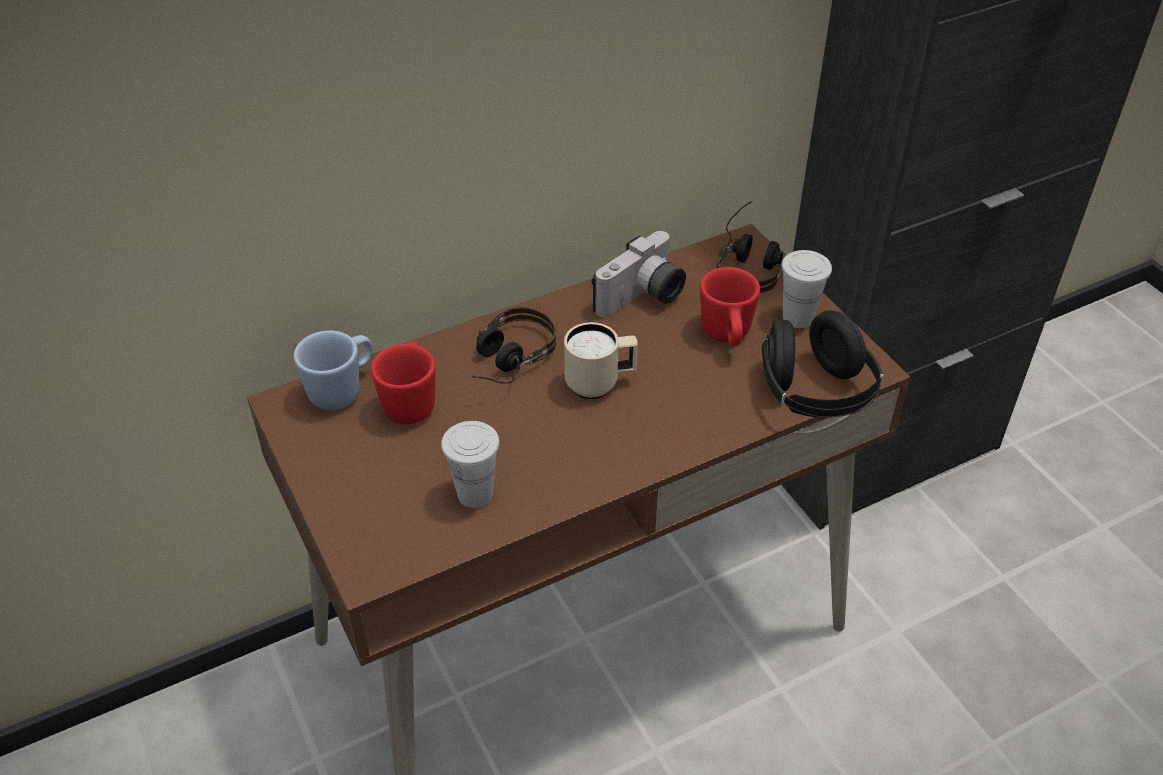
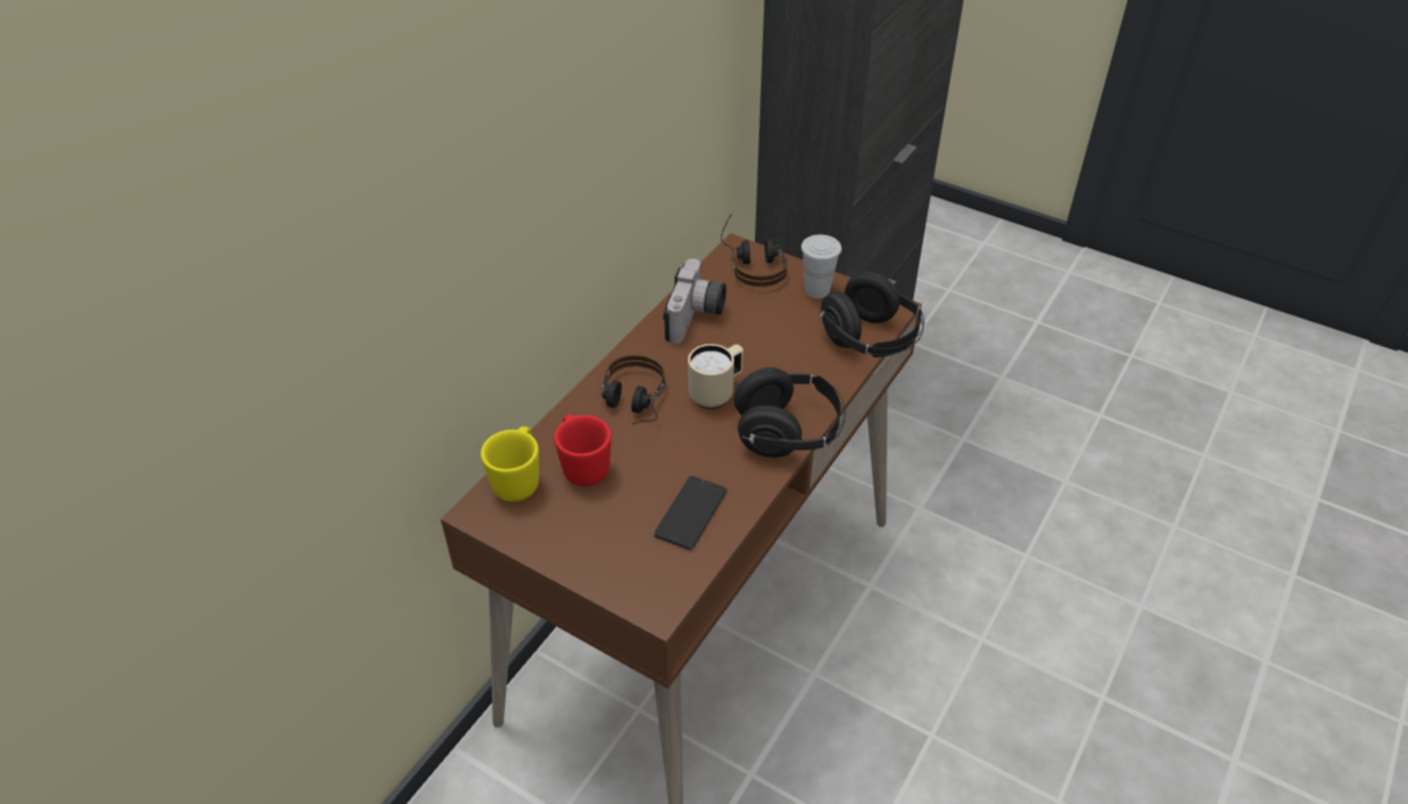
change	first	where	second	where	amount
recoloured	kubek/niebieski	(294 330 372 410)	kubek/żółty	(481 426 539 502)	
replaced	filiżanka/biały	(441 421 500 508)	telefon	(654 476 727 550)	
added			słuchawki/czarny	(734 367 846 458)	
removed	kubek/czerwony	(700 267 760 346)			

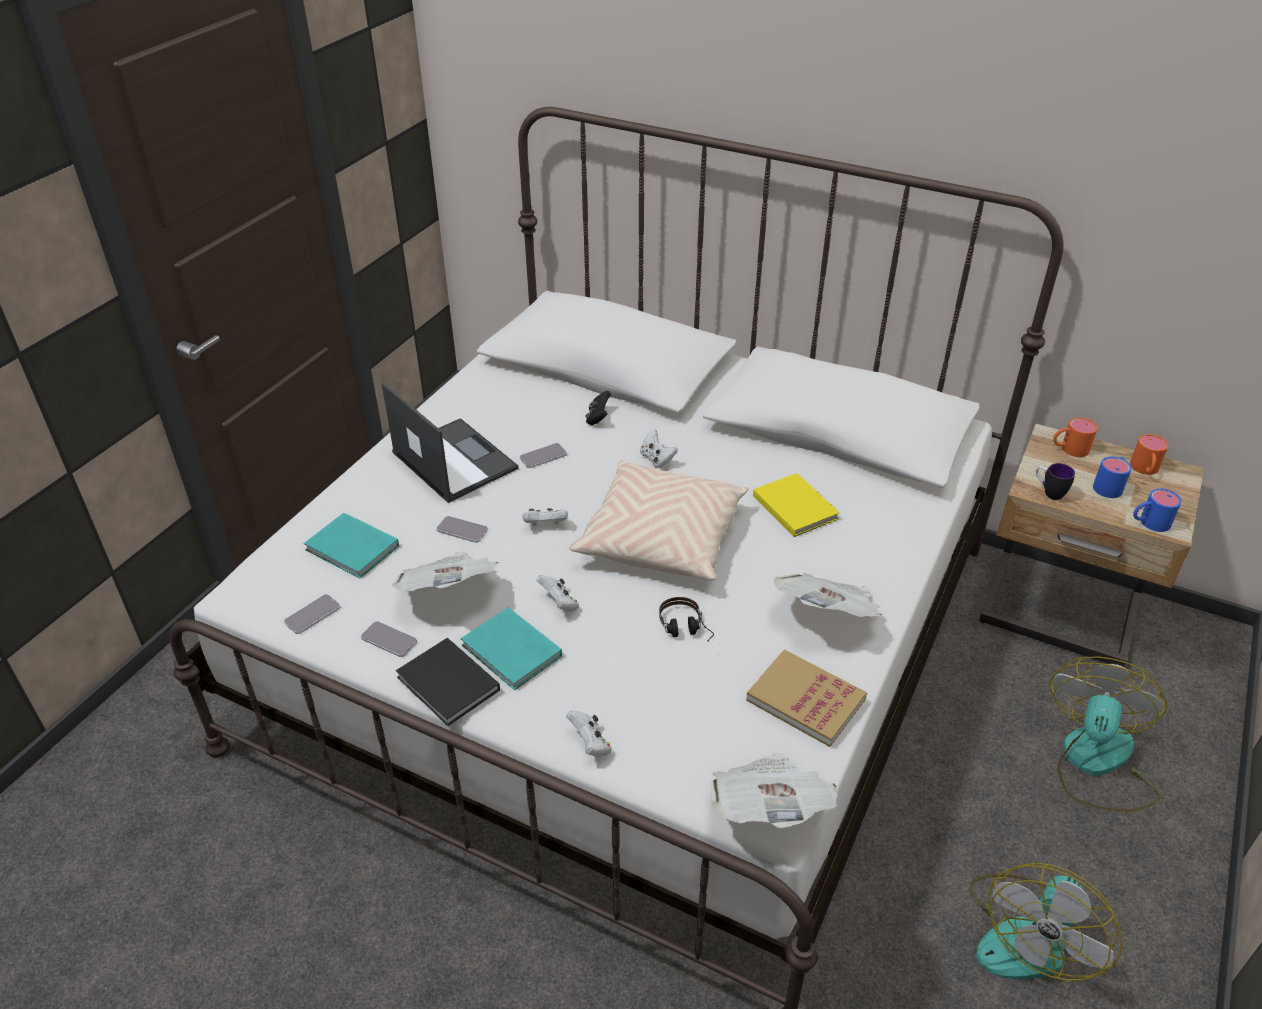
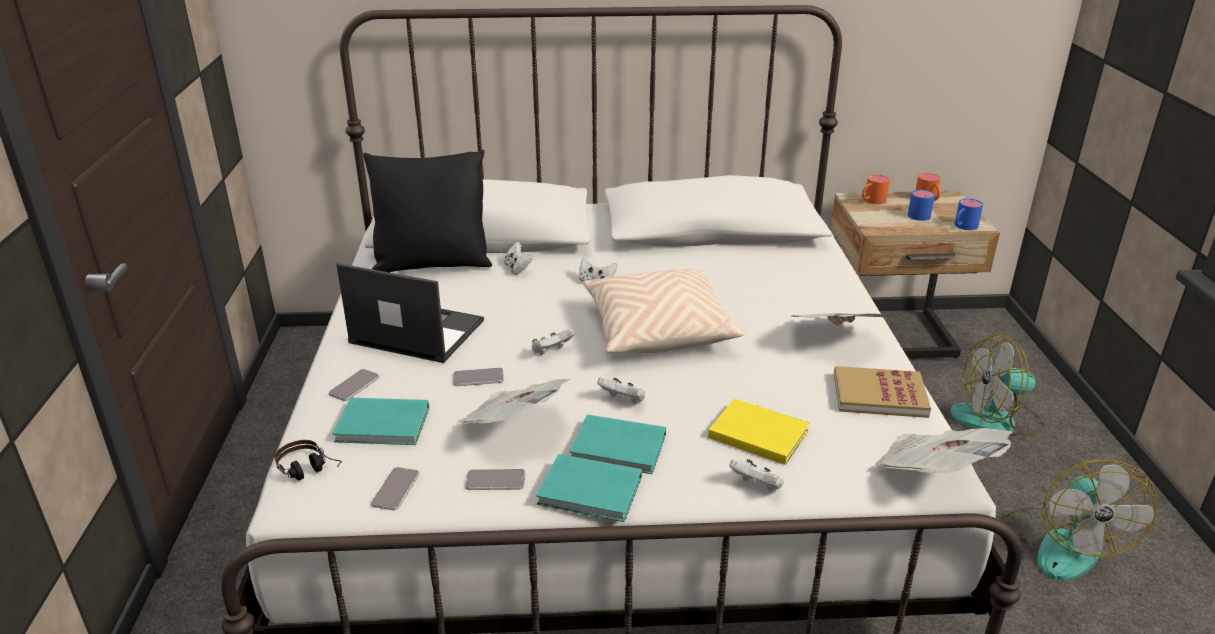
change	first	where	second	where	amount
moved	słuchawki	(659 597 714 641)		(275 440 342 480)	
moved	telefon	(520 443 567 468)		(329 369 379 401)	
added			poduszka/czarny	(363 150 492 273)	
recoloured	pad do gier/czarny	(585 391 611 425)	pad do gier/biały	(503 242 533 275)	
recoloured	książka/czarny	(396 638 500 726)	książka/turkusowy	(536 454 642 522)	
moved	książka/żółty	(753 473 840 537)		(708 398 809 465)	
turned	wentylator	(1049 657 1167 812)		(950 334 1045 436)	90 degrees counterclockwise
removed	kubek	(1036 463 1075 500)			

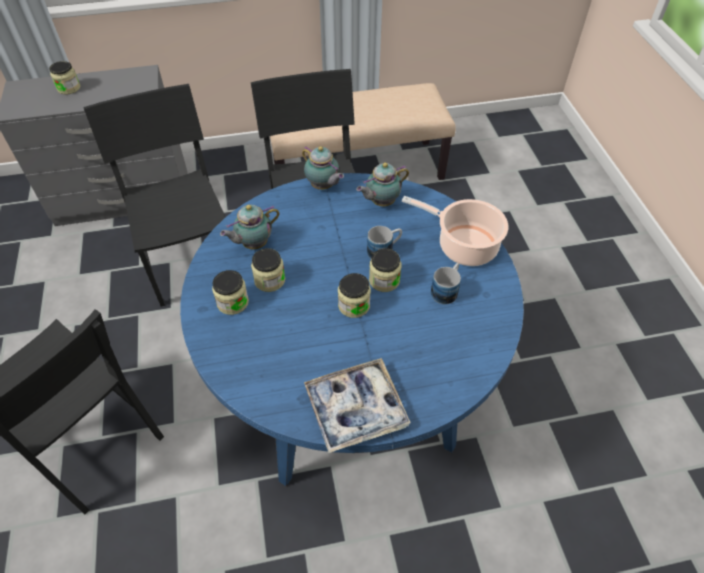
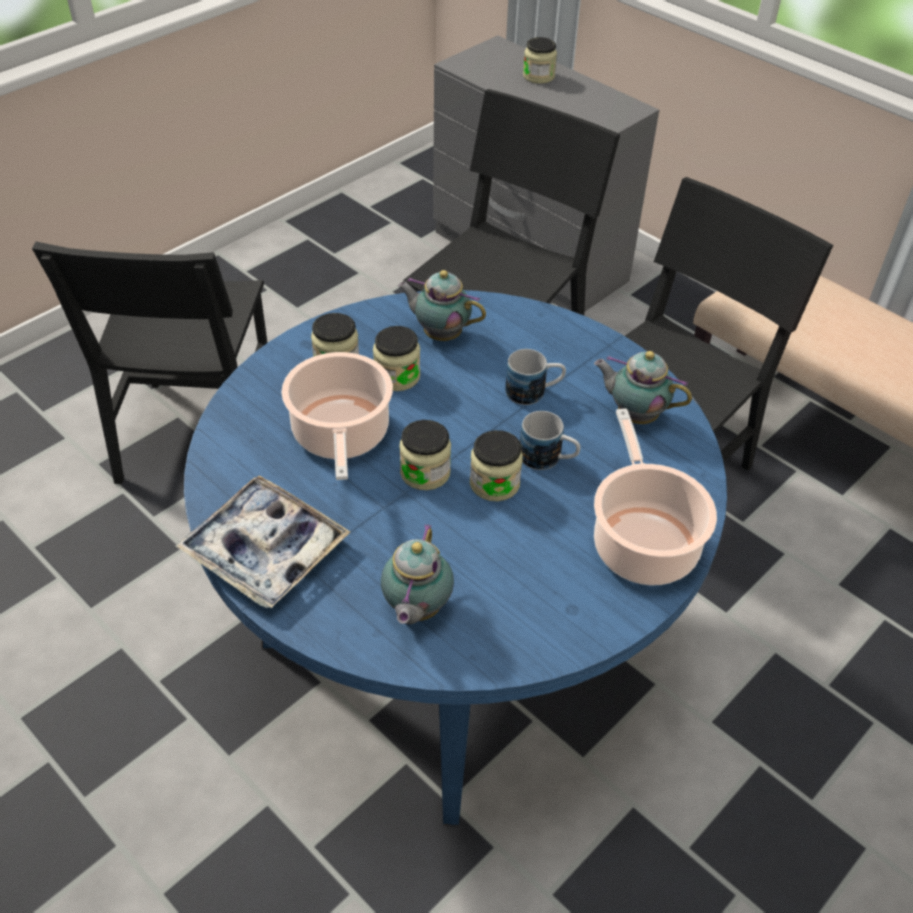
change	first	where	second	where	amount
added			garnek	(281 352 393 480)	
moved	imbryk	(302 146 344 190)		(381 524 454 624)	
moved	kubek	(431 263 461 304)		(505 349 566 405)	

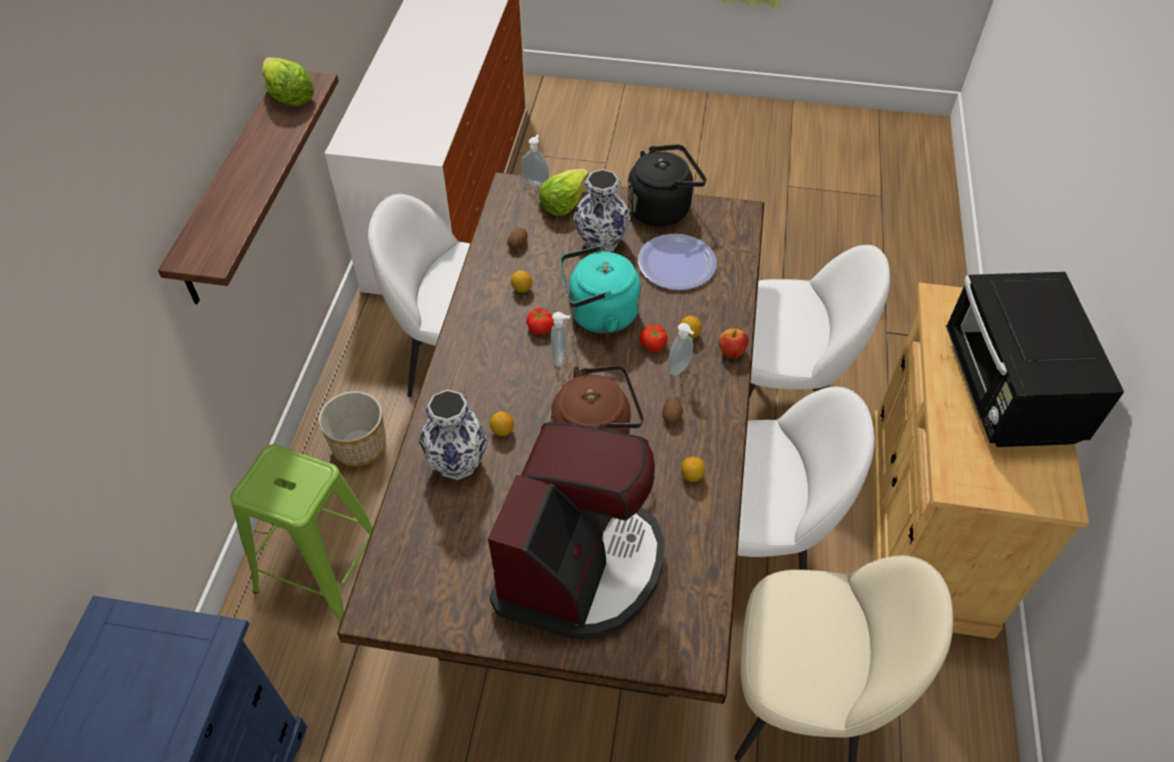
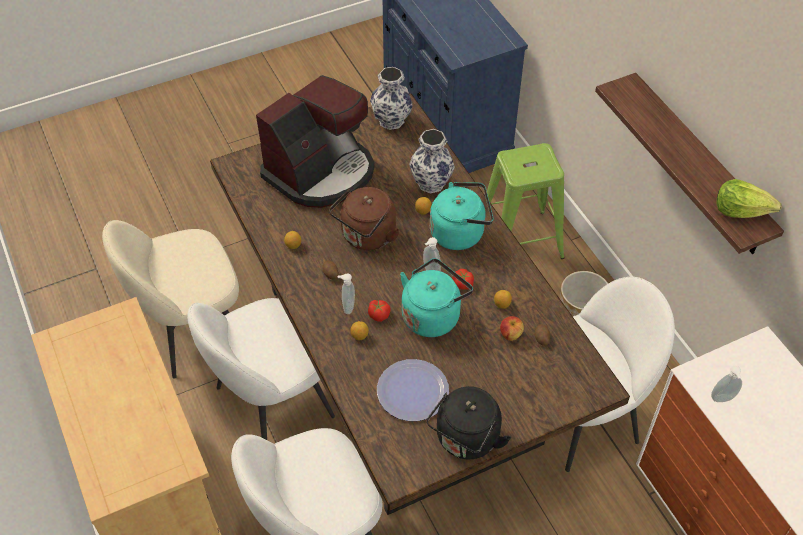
change	first	where	second	where	amount
turned	ekspres do kawy	(488 422 665 639)		(256 75 375 208)	120 degrees counterclockwise
moved	wazon	(573 169 631 252)		(370 67 413 130)	
added			czajnik/turkusowy	(430 182 493 250)	
moved	jabłko	(719 328 748 358)		(500 316 524 341)	
moved	dozownik mydła	(521 135 549 187)		(711 366 742 402)	
removed	sałata	(539 169 589 216)			
removed	mikrofalówka/czarny	(946 272 1124 447)			

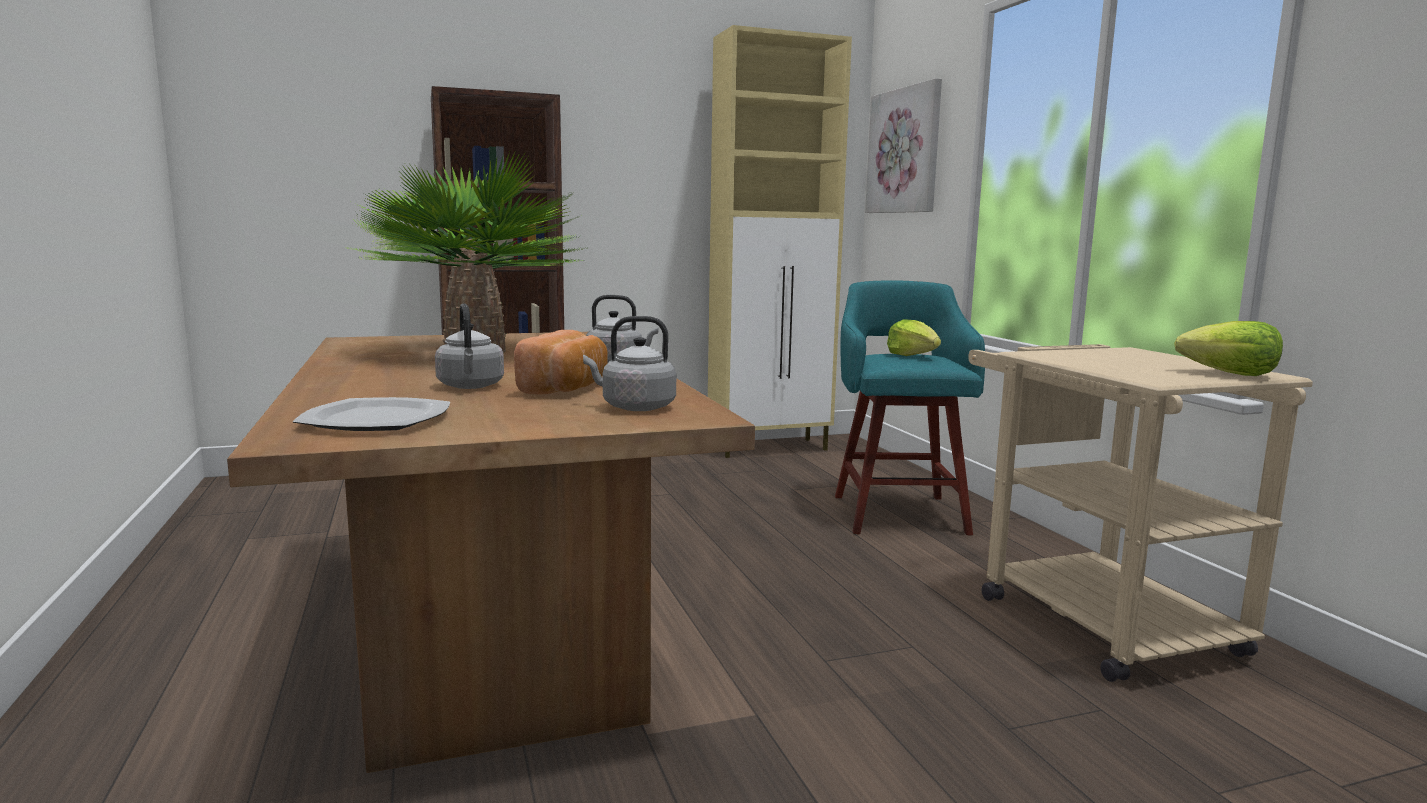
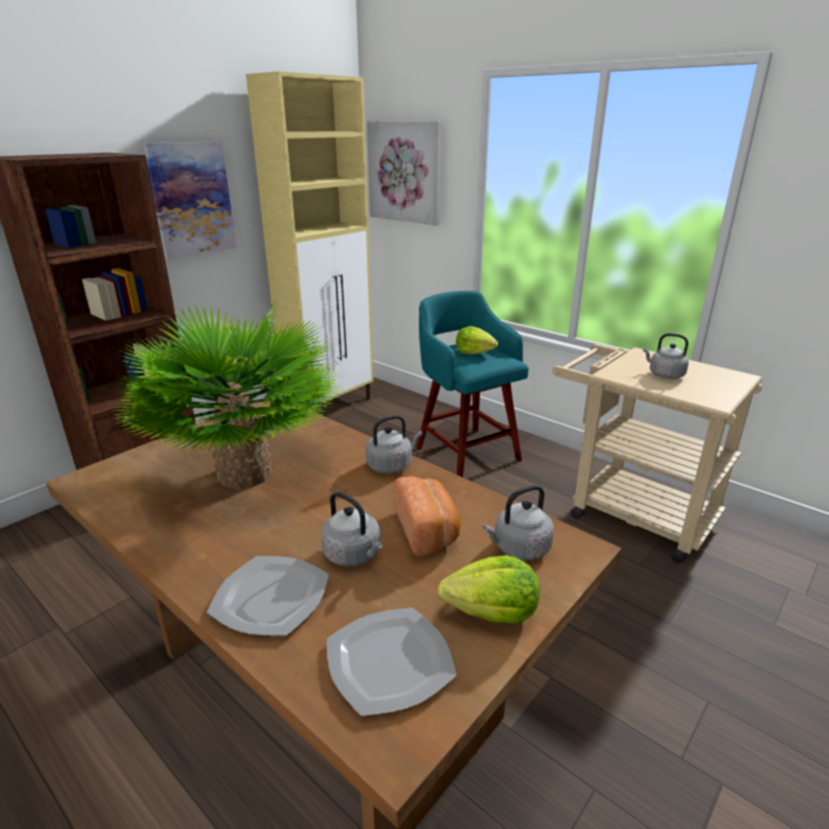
change	first	where	second	where	amount
added			obraz	(143 141 236 260)	
added			talerz	(207 556 329 636)	
moved	sałata	(1174 321 1283 376)		(437 555 540 624)	
added			czajnik/szary	(643 333 689 379)	

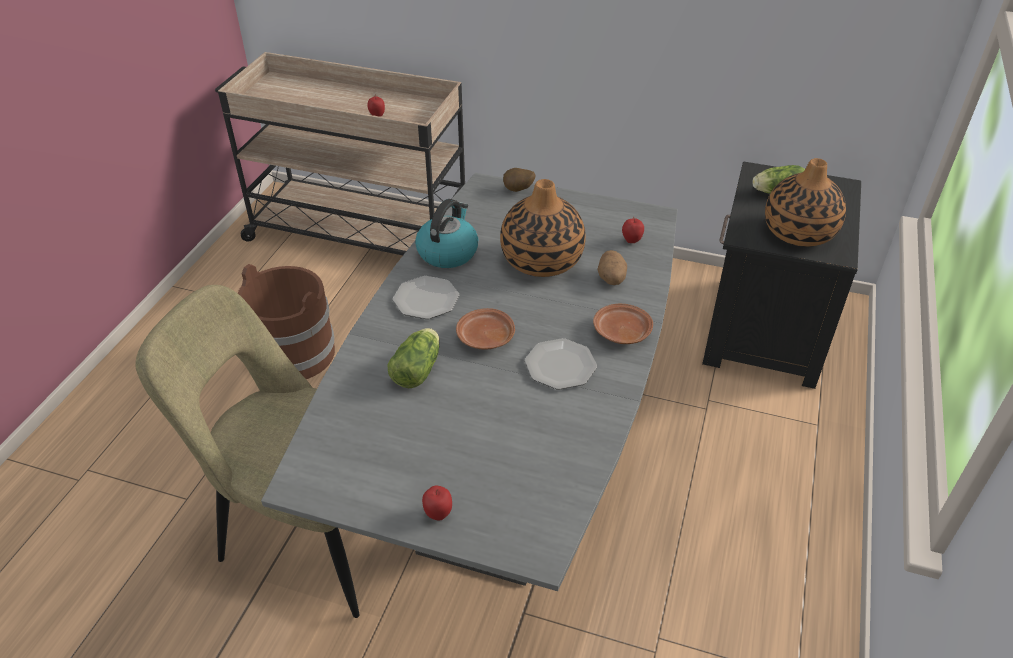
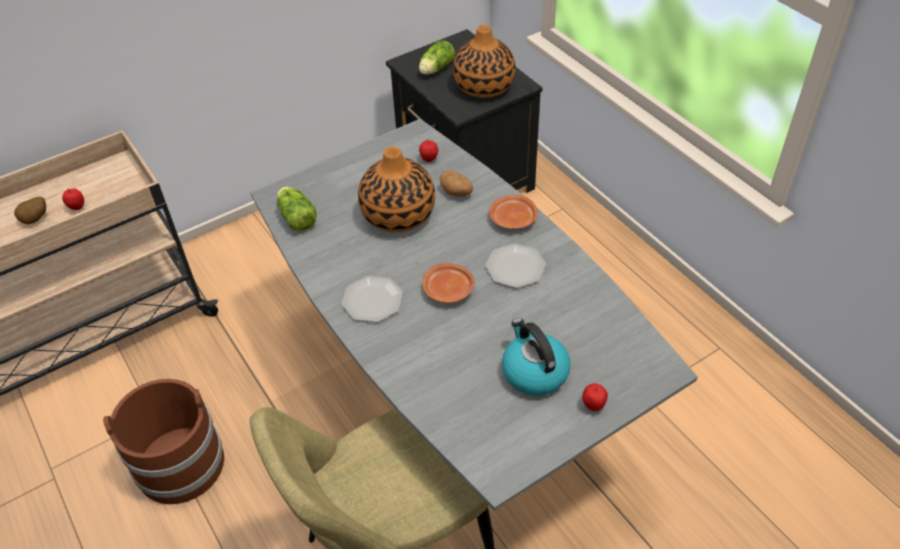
change	first	where	second	where	amount
moved	ziemniak	(503 168 535 192)		(14 197 46 224)	
moved	sałata	(388 328 439 388)		(277 187 317 232)	
moved	czajnik	(415 199 478 268)		(502 318 571 396)	

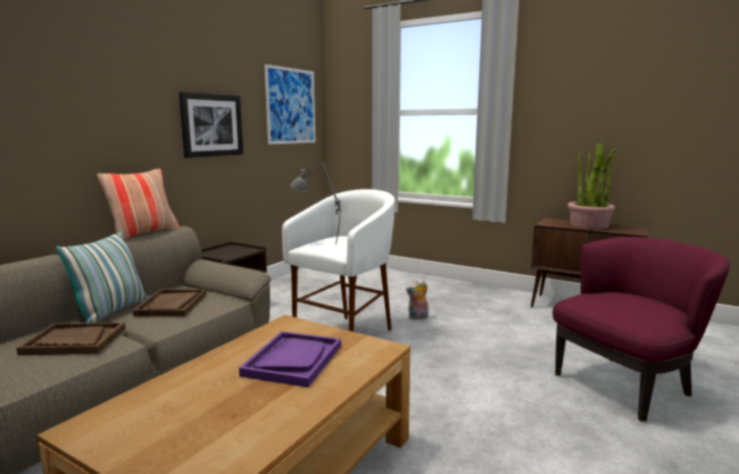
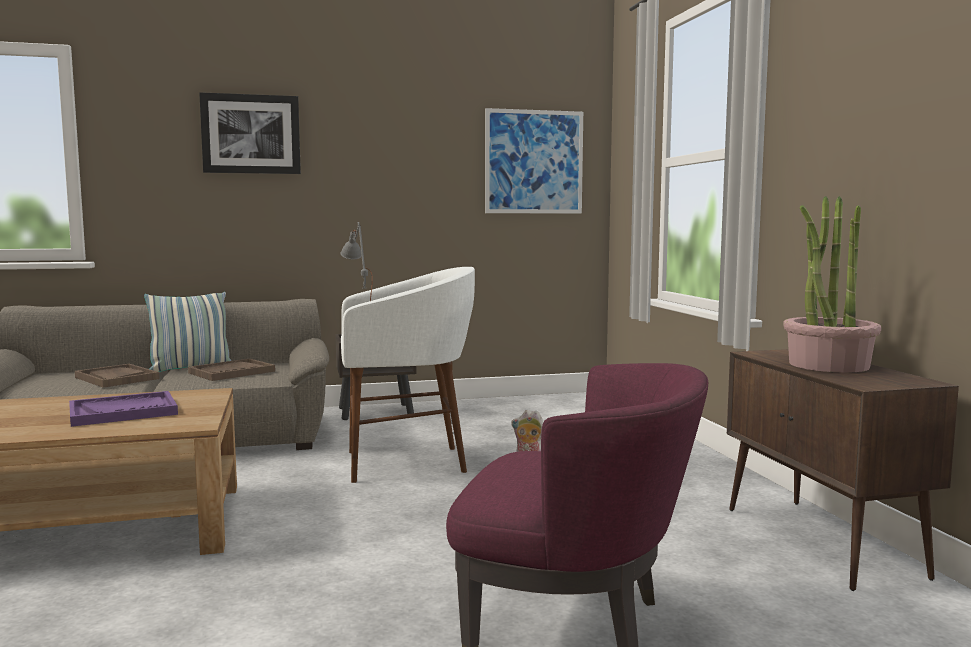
change	first	where	second	where	amount
moved	obraz	(179 92 243 158)		(199 92 301 174)	
removed	poduszka	(97 169 180 239)			

